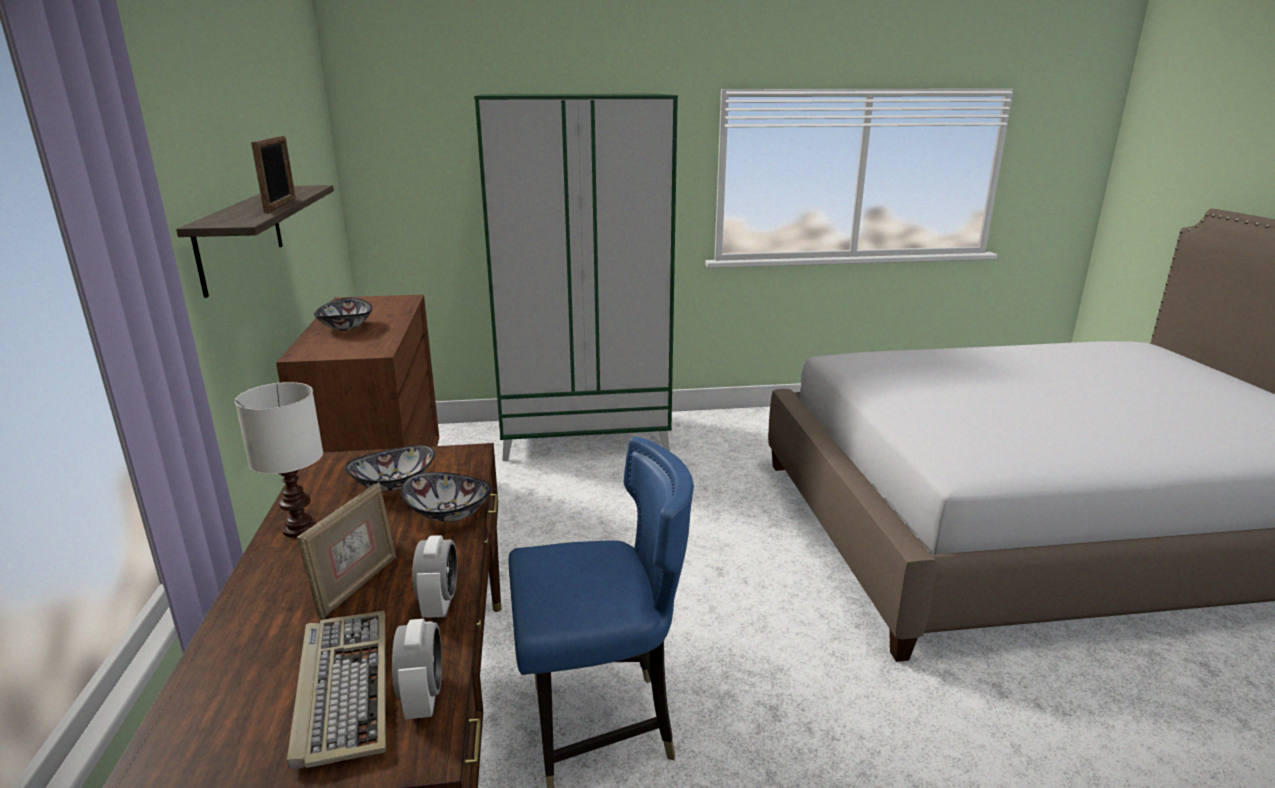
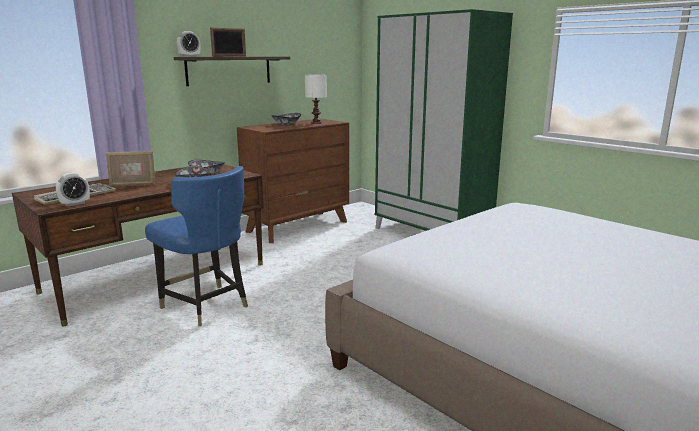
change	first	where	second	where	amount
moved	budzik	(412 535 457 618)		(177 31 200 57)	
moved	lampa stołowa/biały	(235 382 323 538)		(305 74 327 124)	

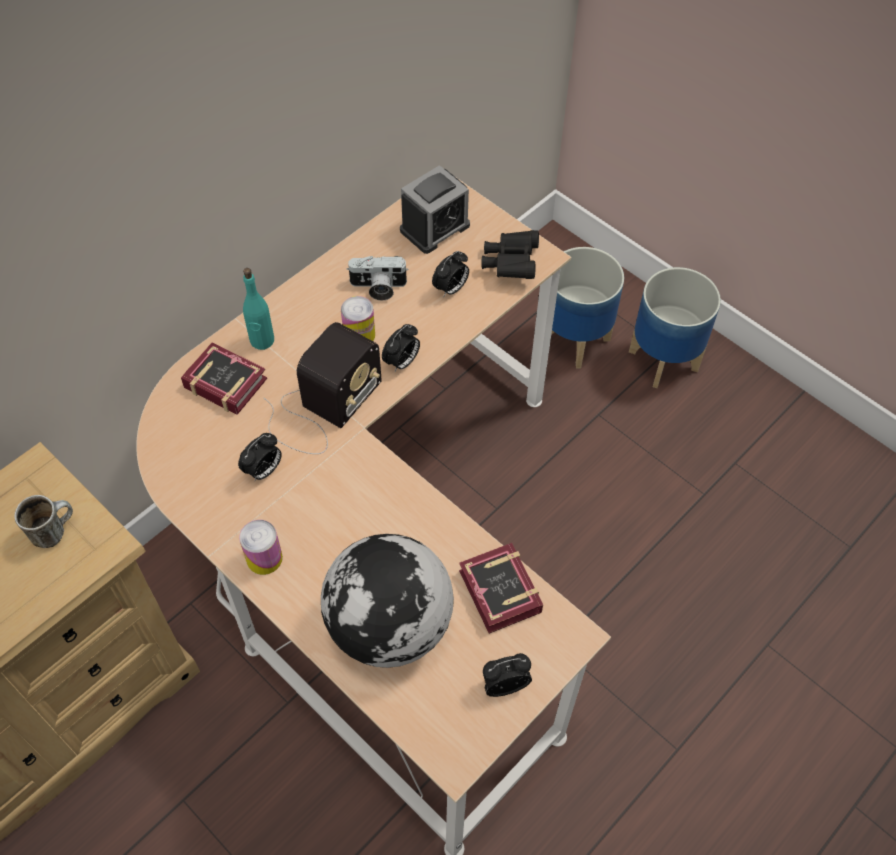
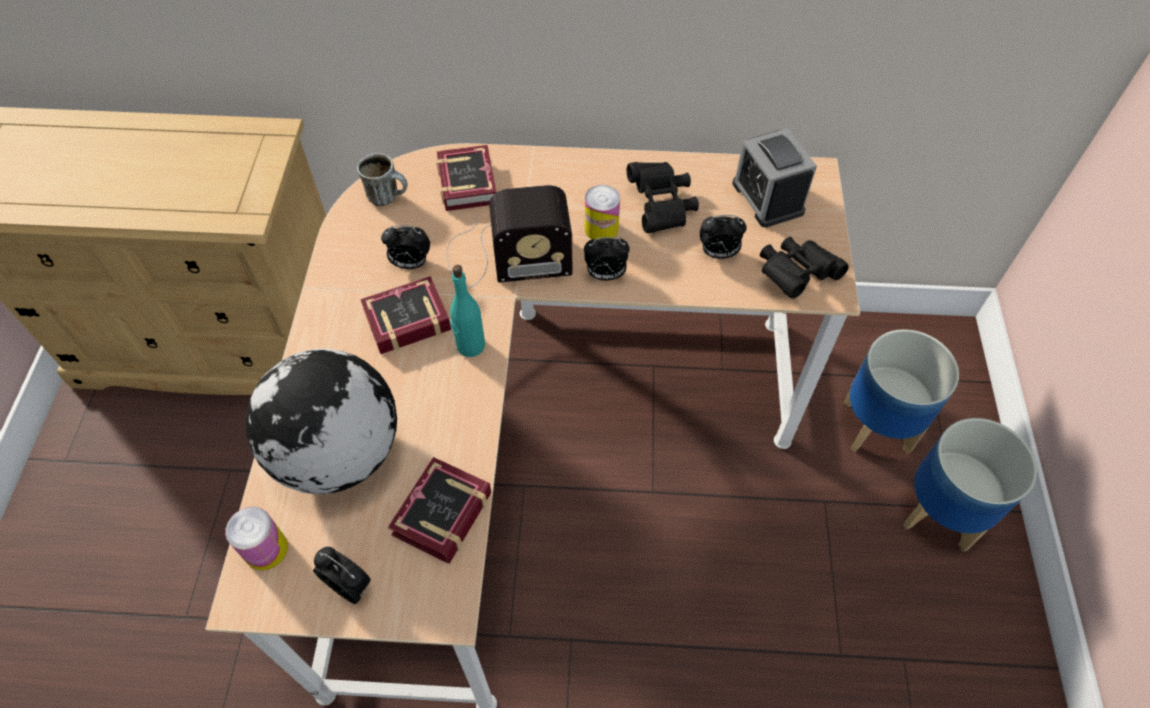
change	first	where	second	where	amount
moved	puszka	(239 520 283 575)		(225 507 288 570)	
moved	kubek	(14 495 73 548)		(357 153 408 206)	
added			książka	(360 276 452 354)	
moved	butelka/turkusowy	(243 268 274 350)		(450 265 485 357)	
replaced	aparat fotograficzny	(347 256 408 301)	lornetka/czarny	(627 162 699 233)	
turned	budzik	(400 165 470 254)		(732 128 817 228)	60 degrees clockwise

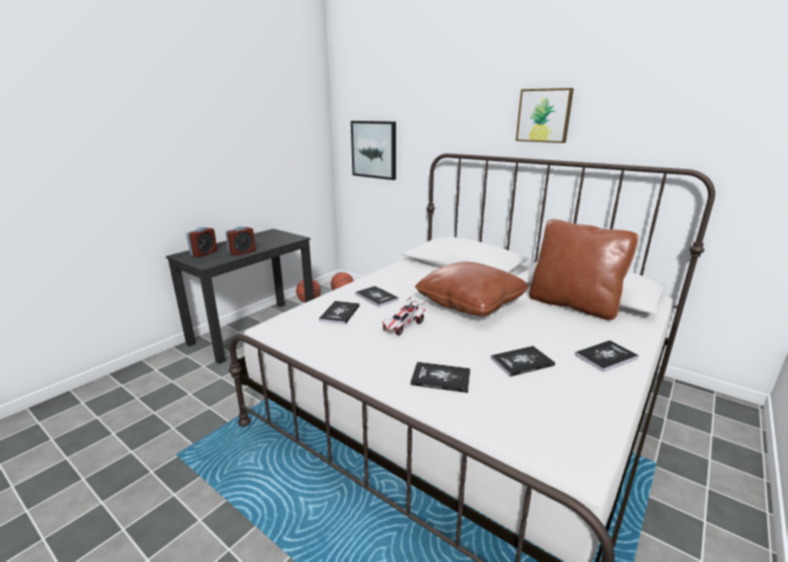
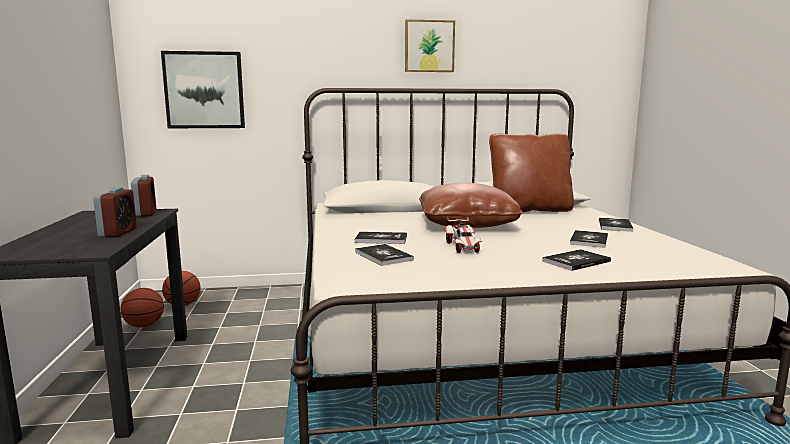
change	first	where	second	where	amount
moved	budzik	(186 227 217 257)		(131 175 156 217)	

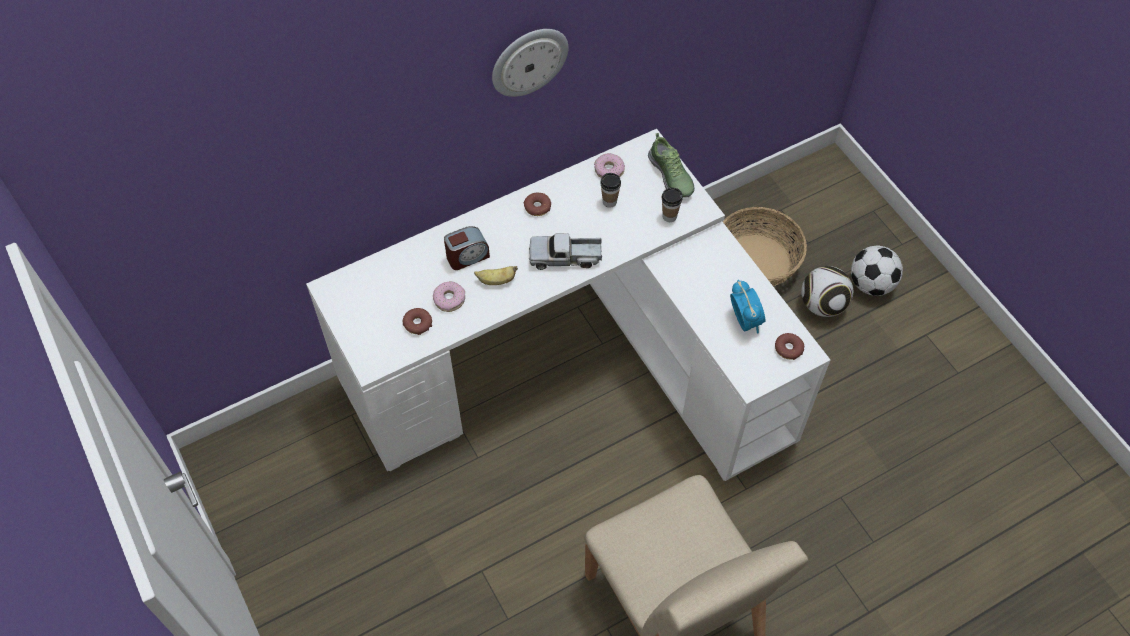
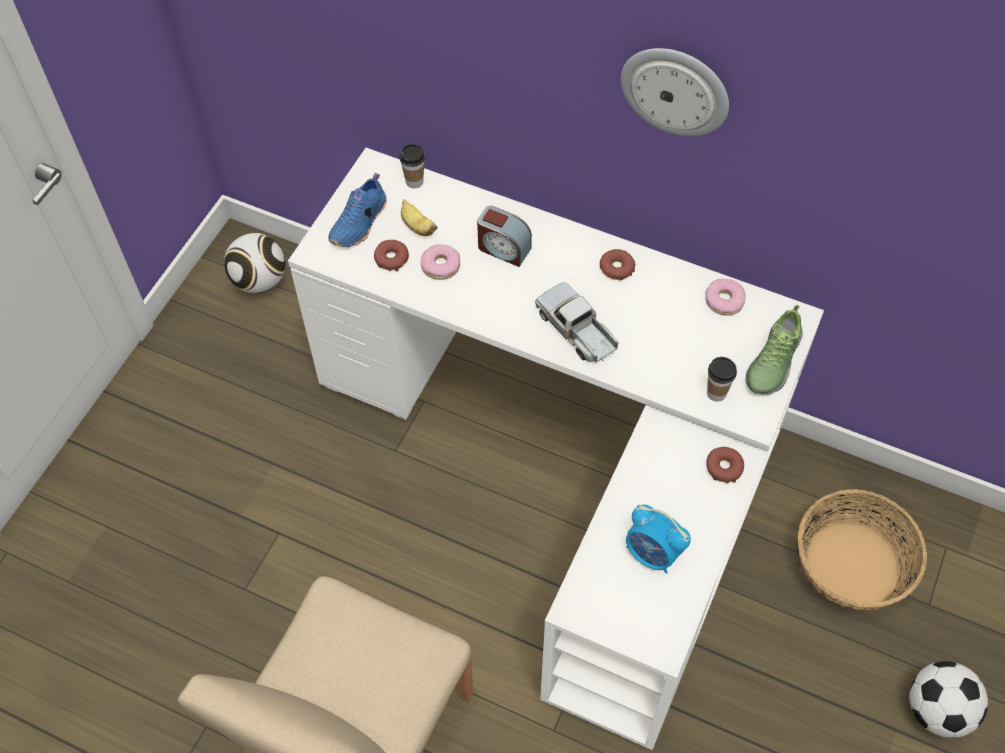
change	first	where	second	where	amount
moved	piłka futbolowa	(801 266 853 317)		(224 233 285 293)	
added			but/niebieski	(329 173 387 247)	
moved	filiżanka	(600 173 621 208)		(399 144 425 188)	
moved	banan	(474 266 518 285)		(401 199 438 236)	
turned	budzik	(730 280 765 334)		(626 505 691 574)	90 degrees clockwise
moved	donut	(775 333 804 360)		(706 447 744 483)	

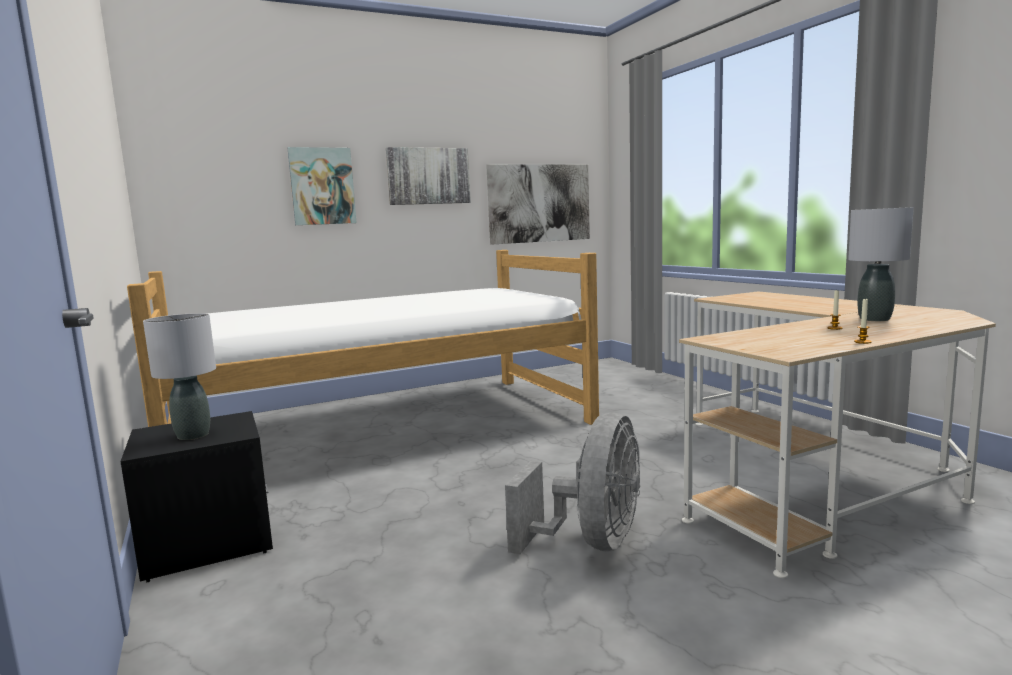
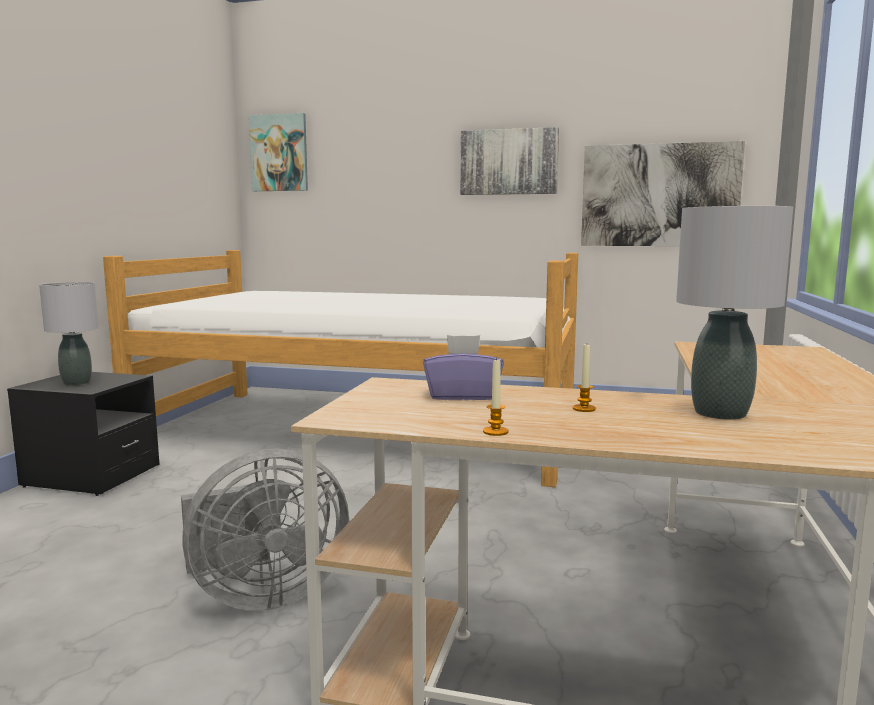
change	first	where	second	where	amount
moved	obraz	(287 147 357 225)		(249 113 308 191)	
added			pudełko chusteczek/fioletowy	(423 335 504 400)	

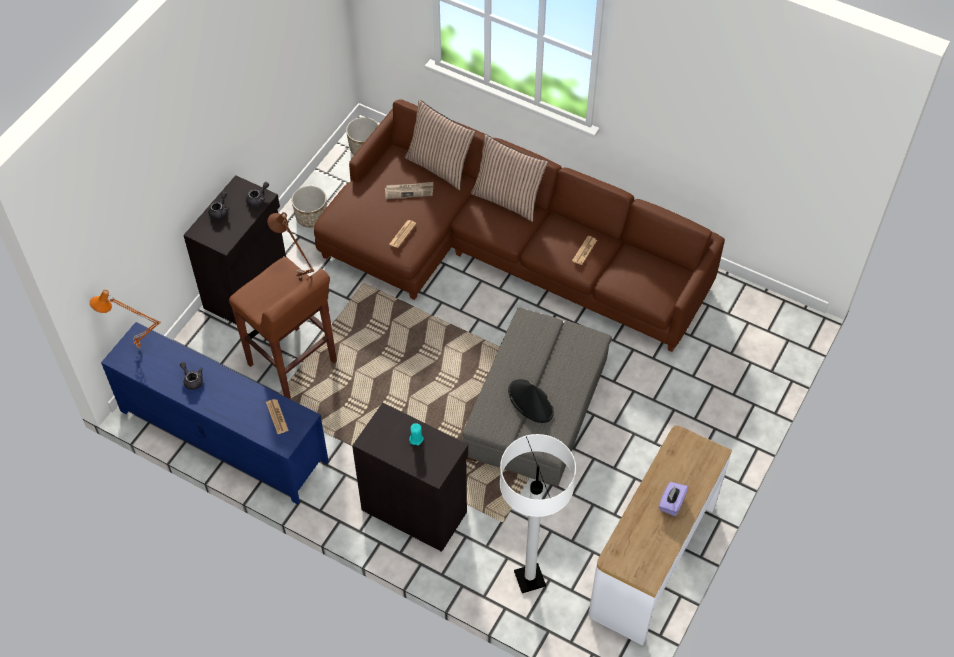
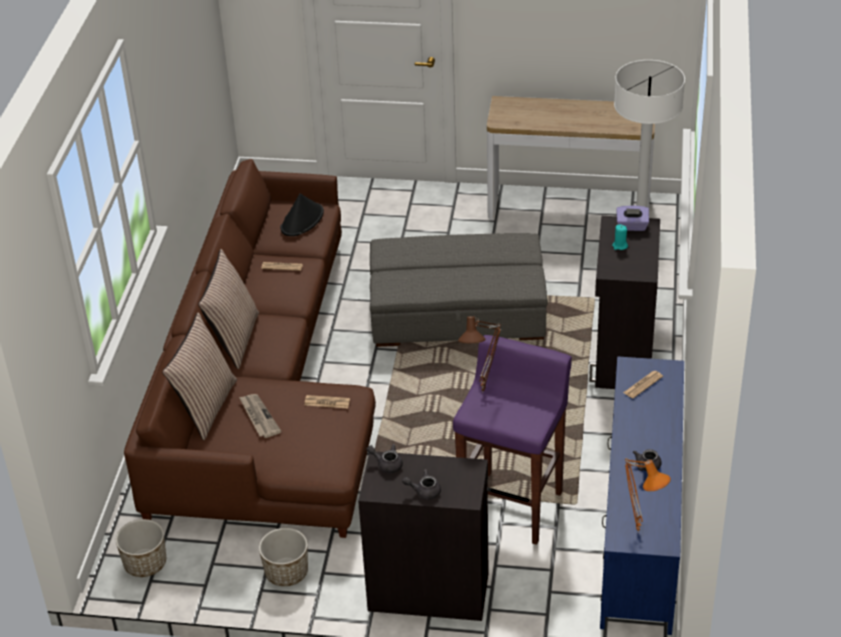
change	first	where	second	where	amount
moved	kapelusz/czarny	(508 379 554 423)		(280 193 324 236)	
recoloured	stołek/brązowy	(229 257 337 399)	stołek/fioletowy	(453 335 572 545)	
moved	pudełko chusteczek/fioletowy	(659 482 689 516)		(616 205 649 231)	

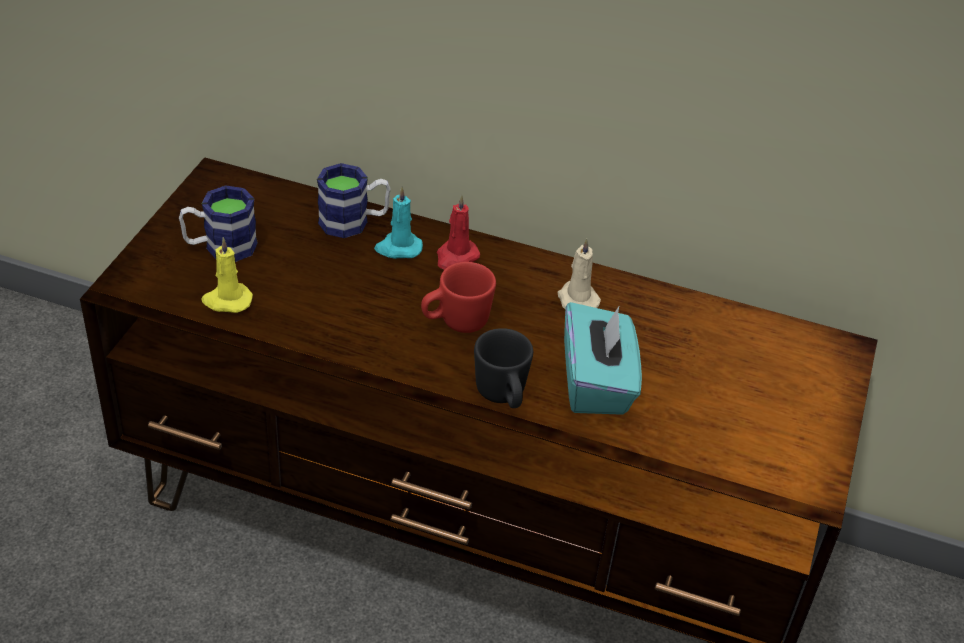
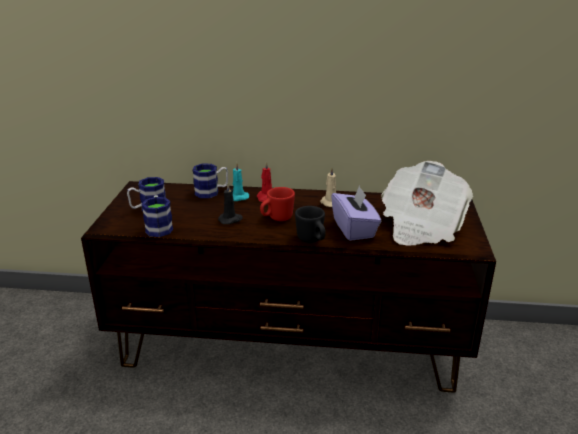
change	first	where	second	where	amount
replaced	świeca/żółty	(201 237 253 313)	kubek	(141 195 173 237)	
added			świeca/czarny	(218 183 243 224)	
recoloured	pudełko chusteczek/turkusowy	(564 302 642 415)	pudełko chusteczek/fioletowy	(331 185 381 241)	
added			gazeta	(381 161 473 246)	

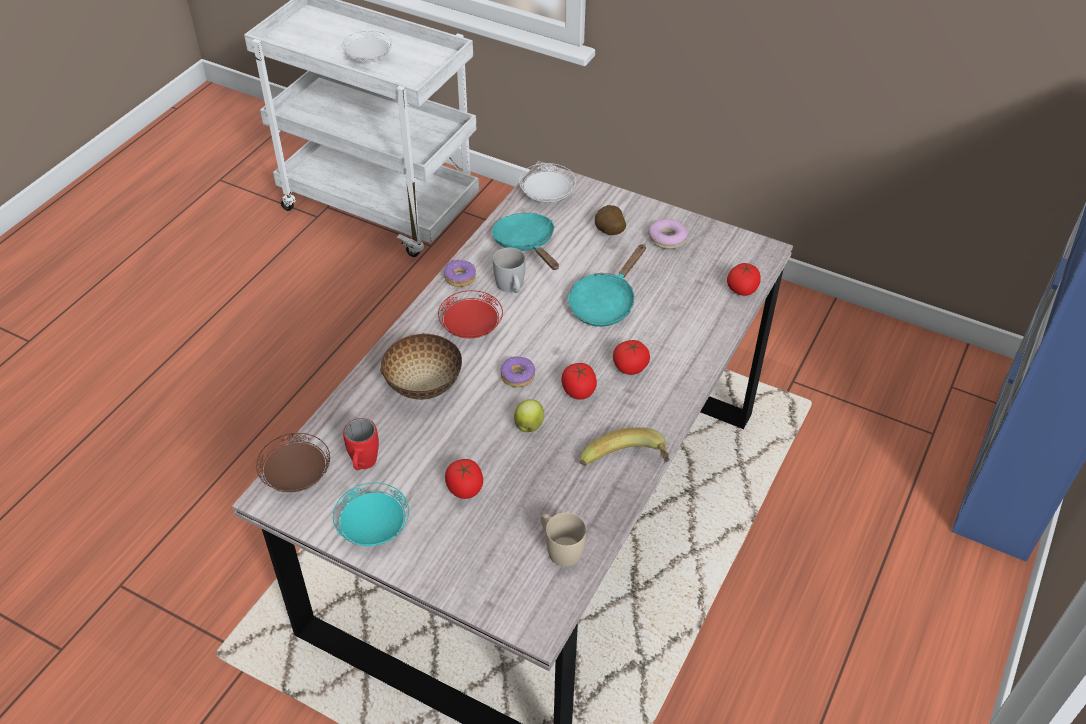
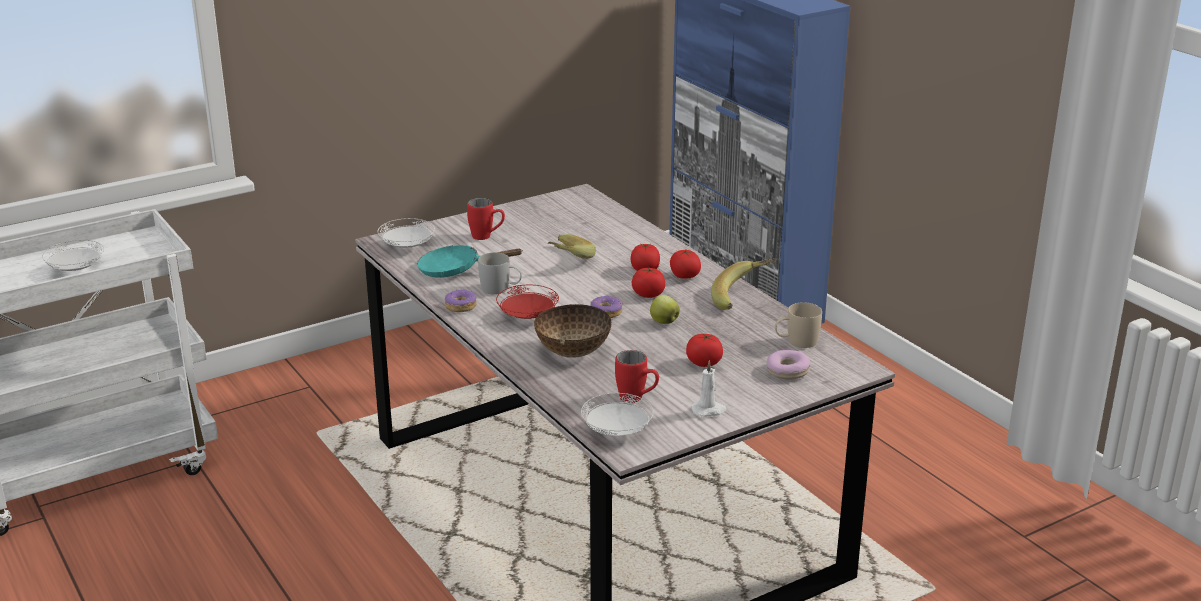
change	first	where	second	where	amount
replaced	ziemniak	(595 205 626 235)	kubek/czerwony	(467 198 505 240)	
replaced	patelnia/turkusowy	(568 244 646 327)	banan	(547 234 596 259)	
recoloured	talerz/brązowy	(256 433 330 492)	talerz/biały	(581 393 654 436)	
moved	pomidor	(727 263 761 296)		(670 250 701 279)	
replaced	talerz/turkusowy	(333 483 409 546)	świeca/biały	(691 360 726 417)	
moved	donut	(648 219 687 249)		(767 350 810 380)	

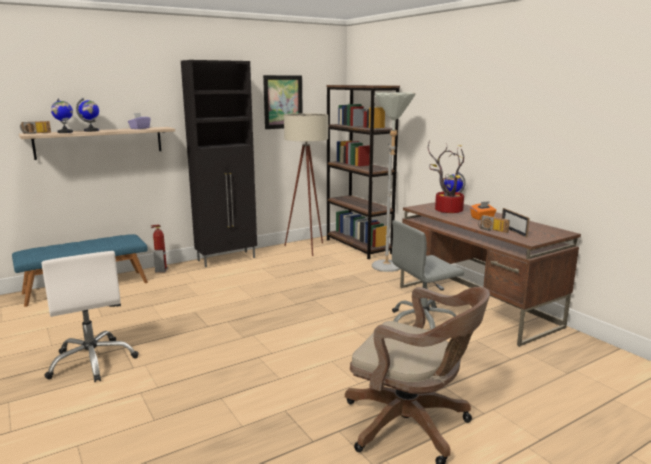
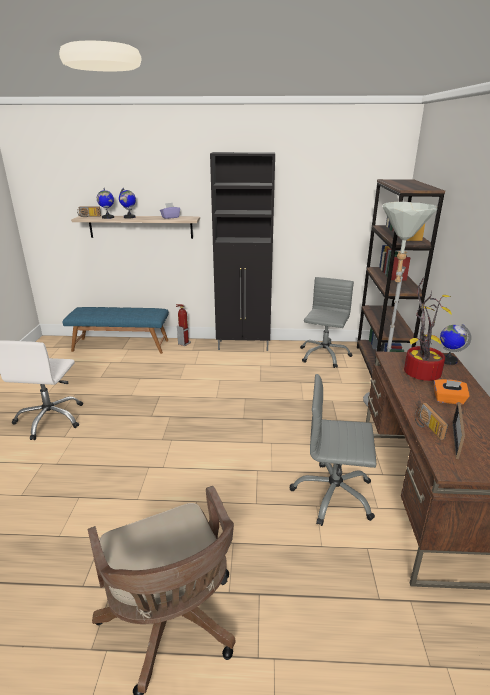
change	first	where	second	where	amount
replaced	lampa stojąca/beżowy	(284 113 328 256)	krzesło biurowe/szary	(300 277 354 368)	
removed	obraz	(263 75 303 129)			

